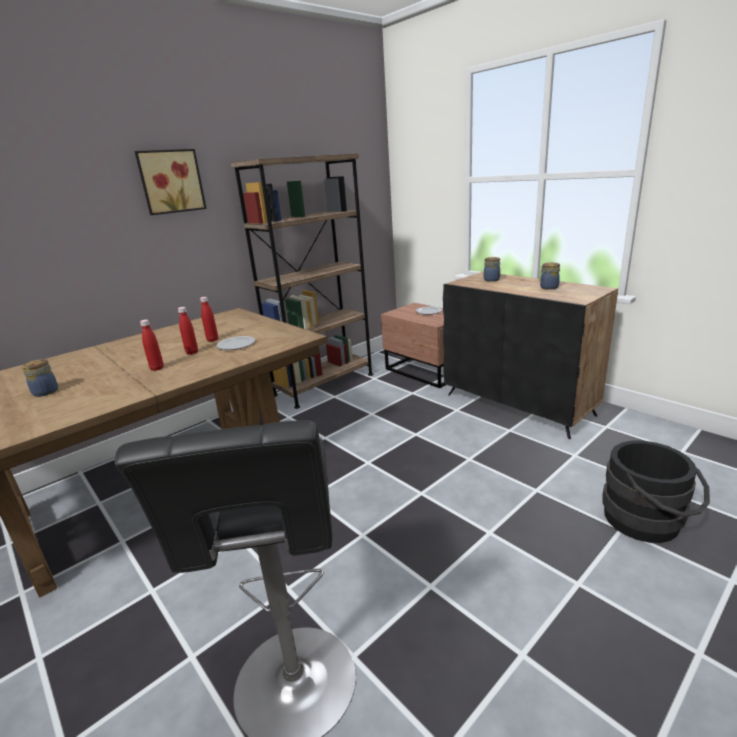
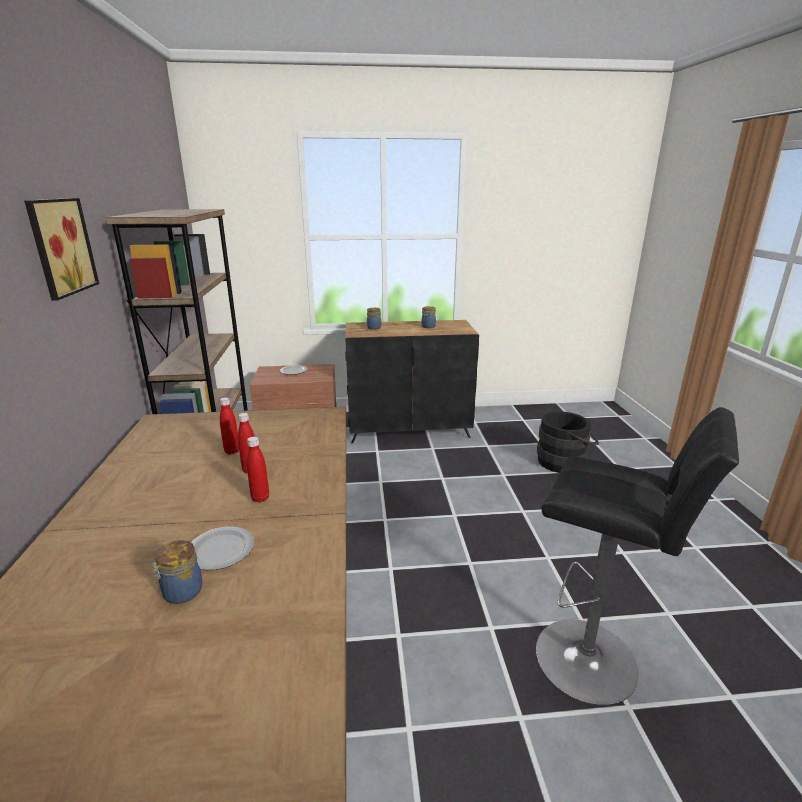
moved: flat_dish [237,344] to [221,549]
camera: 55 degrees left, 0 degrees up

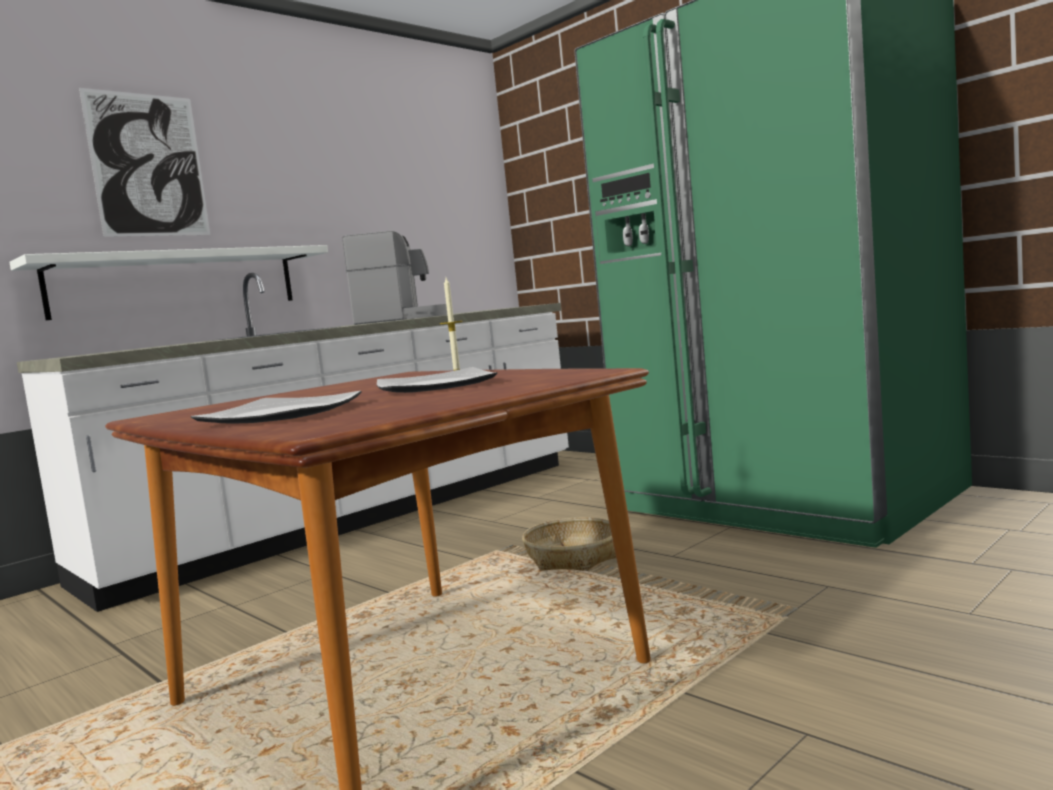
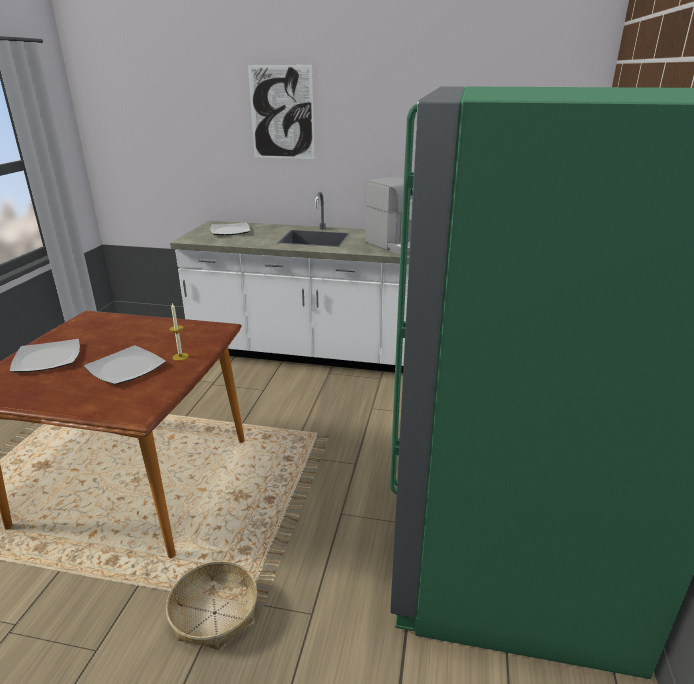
removed: white-coloured_wall_shelf [177,282]
added: flat_dish [229,231]
moved: household_basket [573,557] to [215,612]
camera: 55 degrees right, 20 degrees up

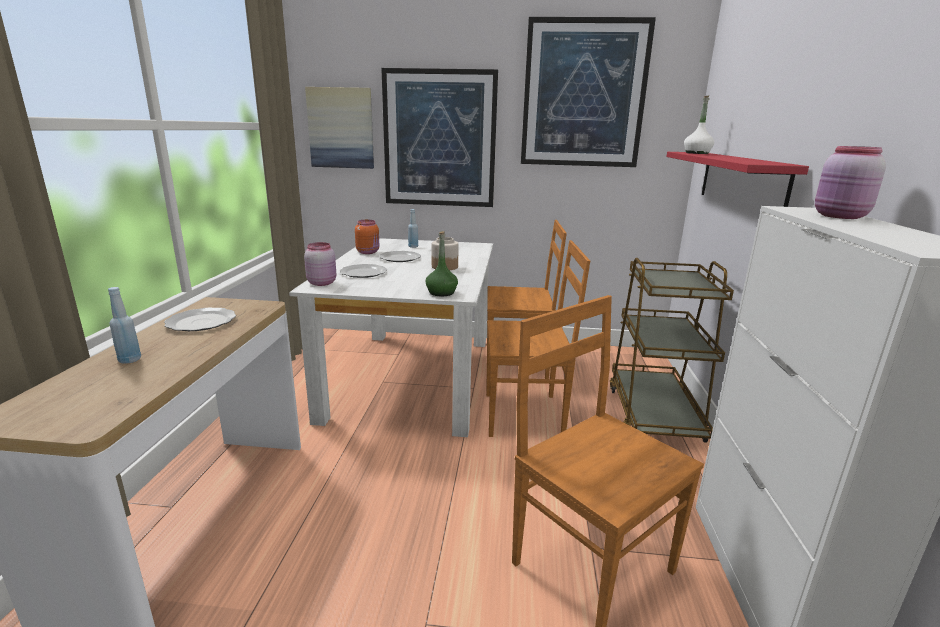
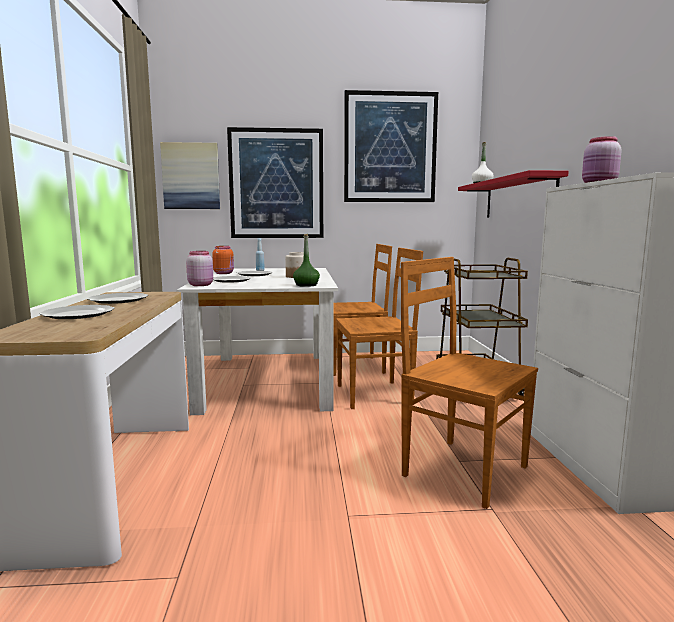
replaced: bluish_beverage_bottle [130,360] to flat_dish [78,314]
camera: 10 degrees left, 10 degrees down

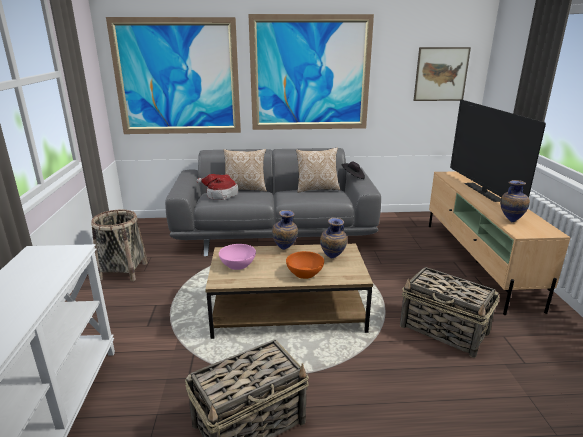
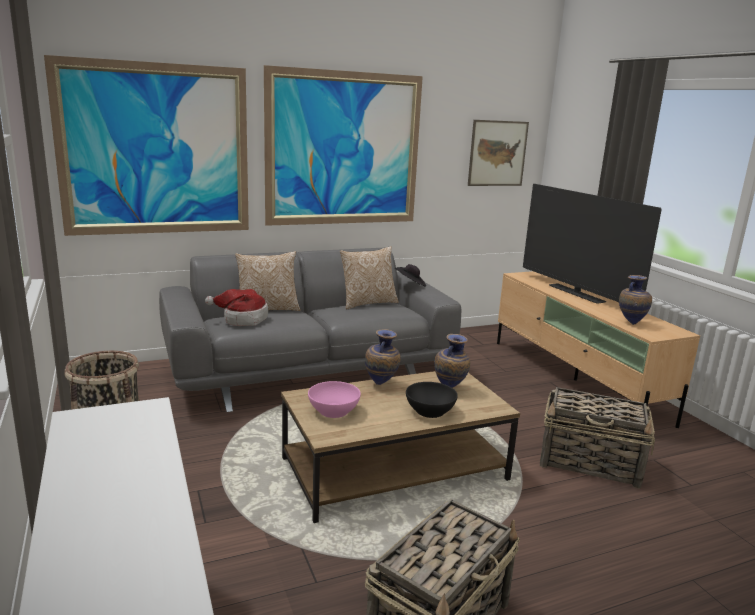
recoloured: orange_serving_bowl [304,273] to black-coloured_serving_bowl [430,411]
camera: 20 degrees left, 5 degrees down

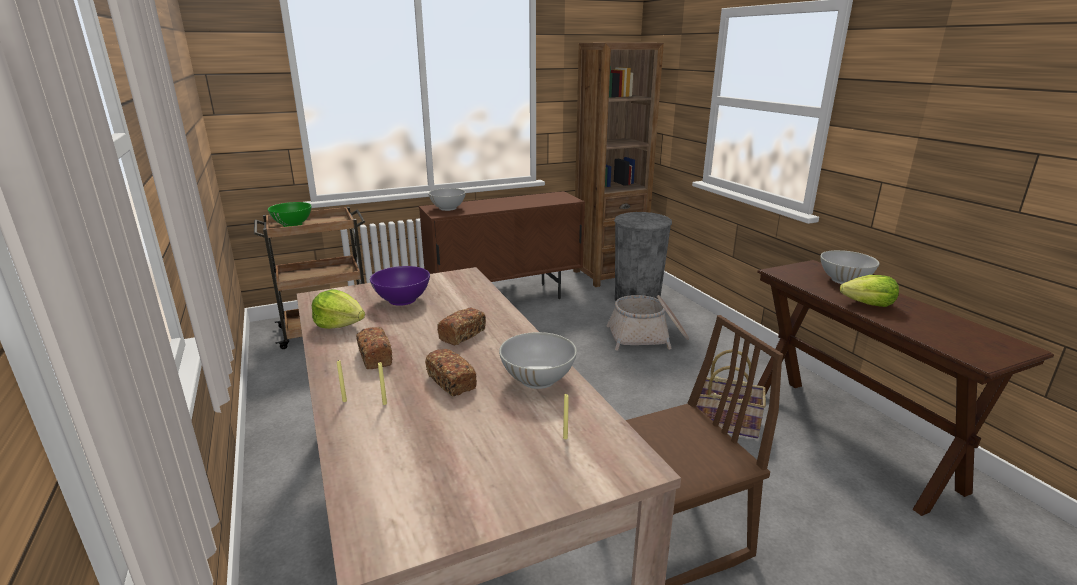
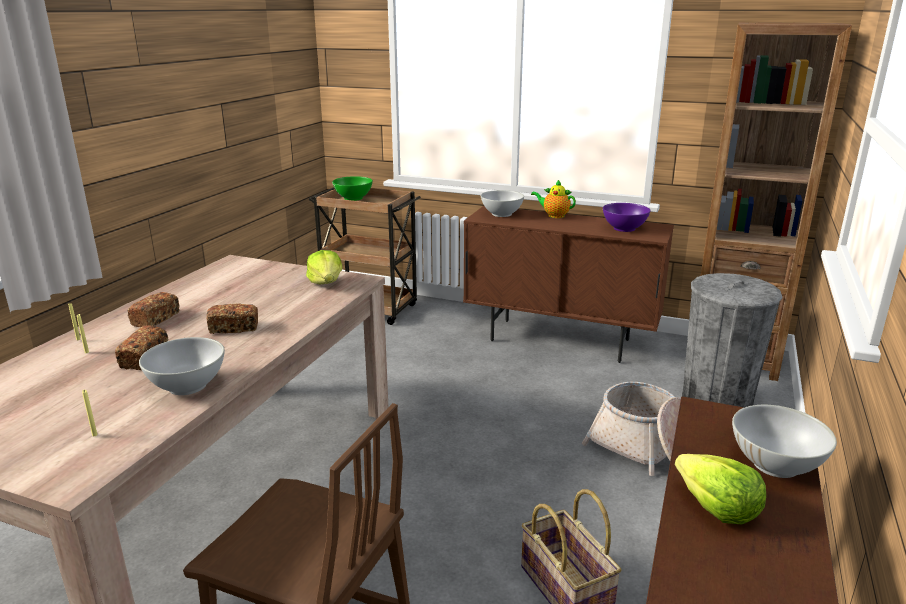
added: teapot [554,215]
moved: head_of_lettuce [340,324] to [326,282]; purplish_serving_bowl [403,300] to [624,228]
camera: 45 degrees right, 0 degrees up

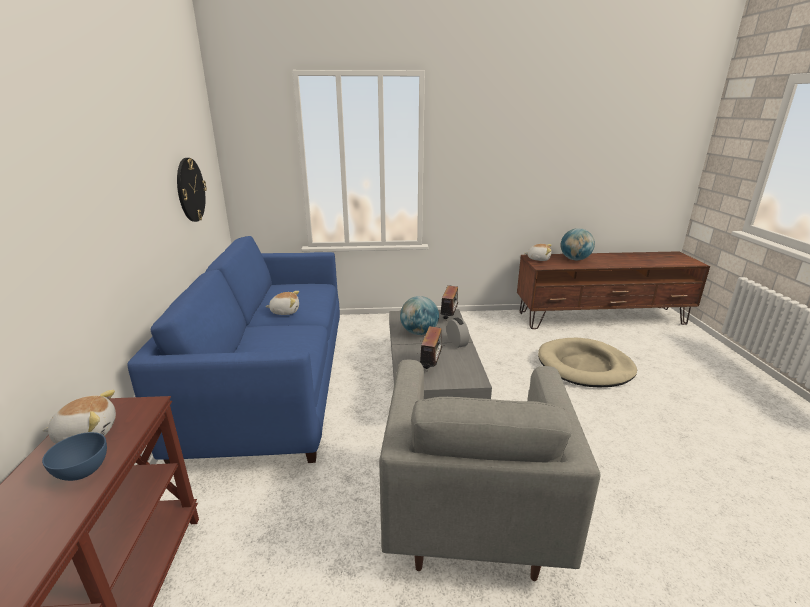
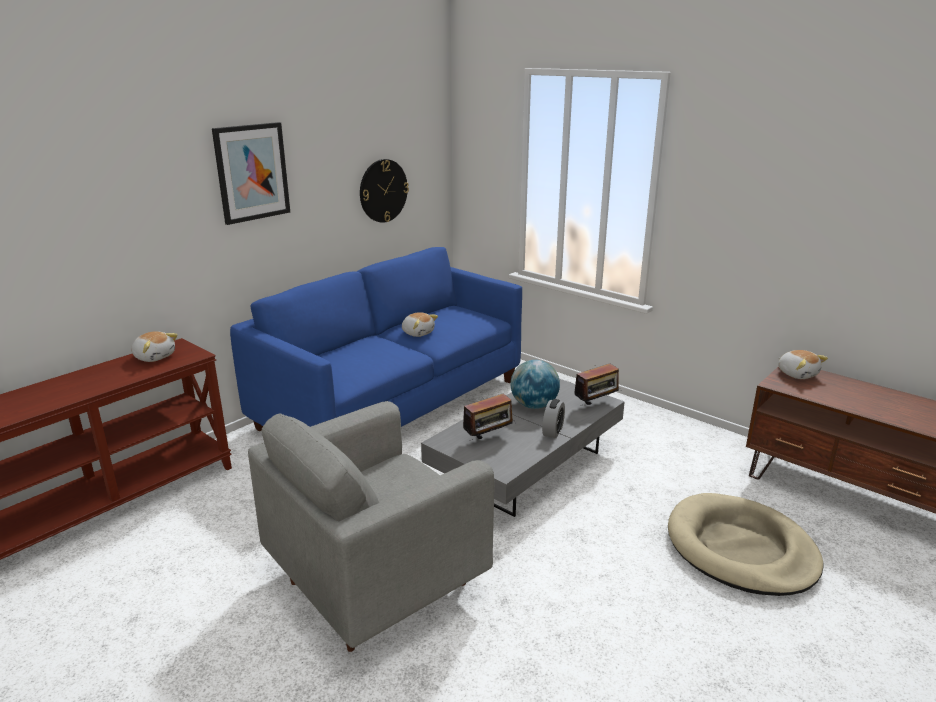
removed: bluish_serving_bowl [83,471]; globe [574,259]
added: wall_picture [252,172]
camera: 45 degrees right, 0 degrees up

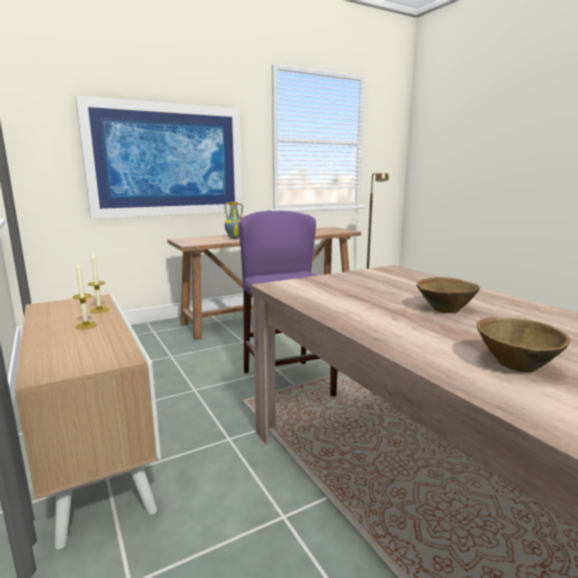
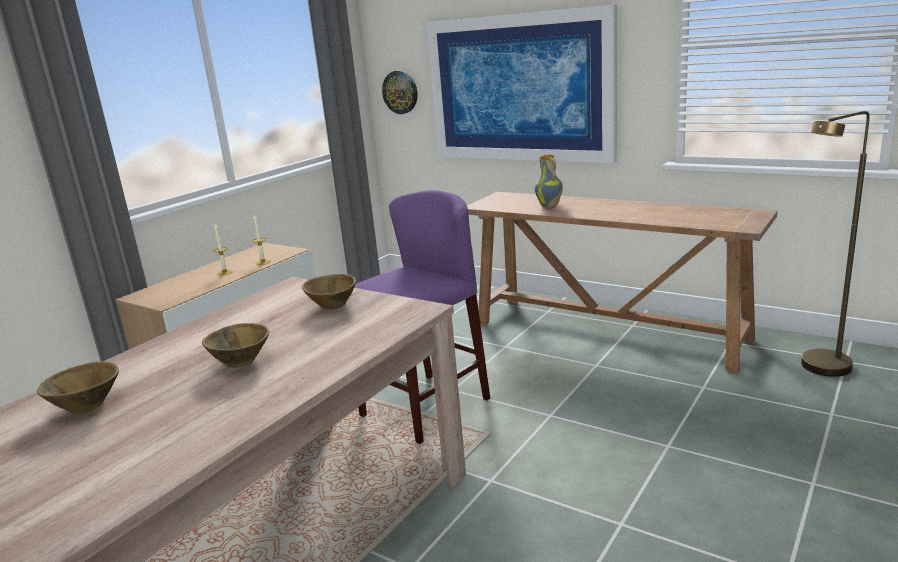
added: brown-coloured_serving_bowl [332,305]; clock_on_the_wall [400,92]
camera: 65 degrees right, 5 degrees up

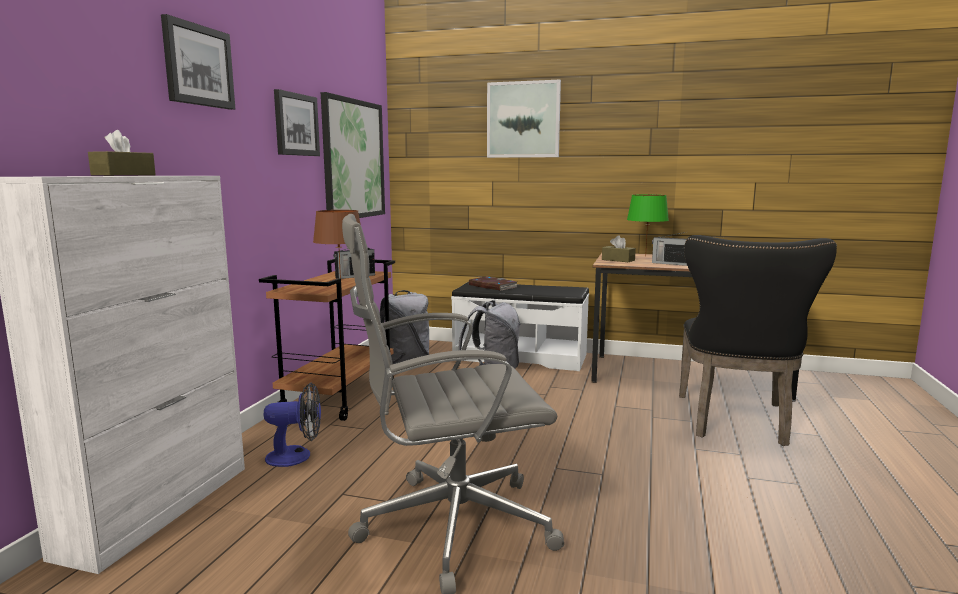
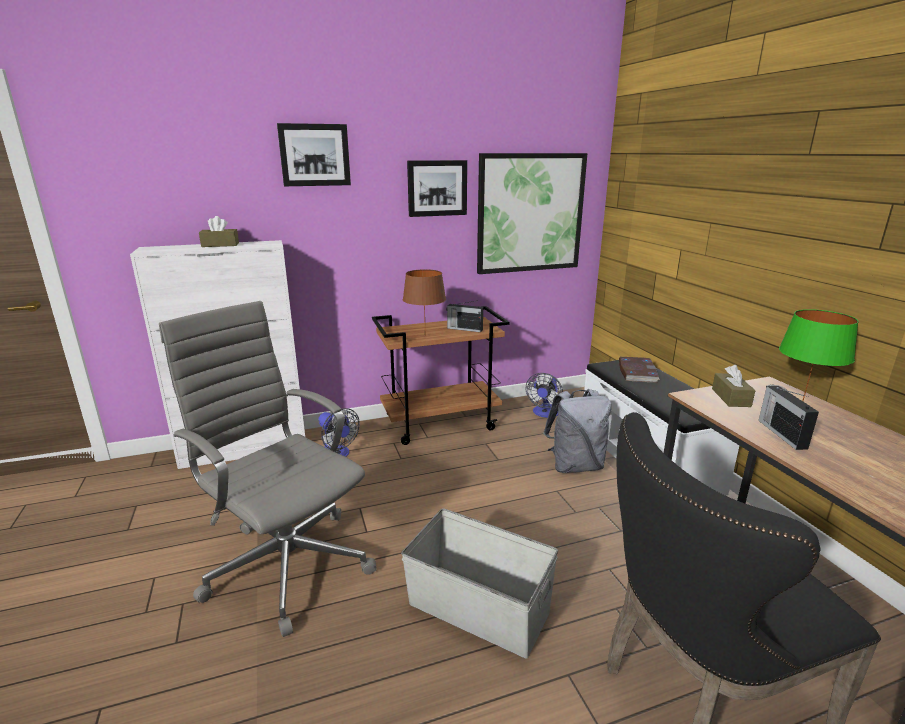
removed: wall_picture [523,120]
added: grey_storage_bin [478,609]
replaced: grey_rucksack [405,360] to cooling_fan [544,413]
camera: 55 degrees right, 10 degrees up

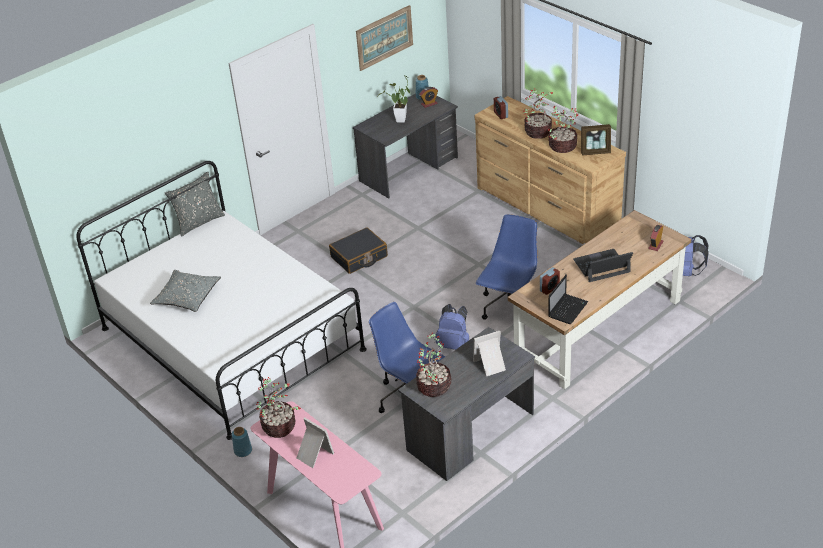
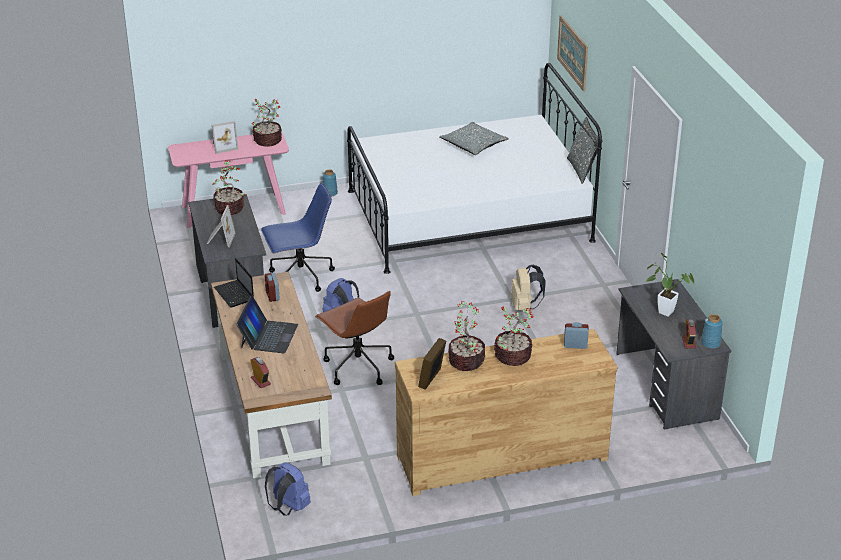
moved: wall_picture [384,37] to [573,52]
replaced: black-coloured_travel_case [359,257] to beige_rucksack [525,306]
recoloured: bluish_computer_chair [510,308] to brown-coloured_computer_chair [357,366]
camera: 115 degrees right, 5 degrees down

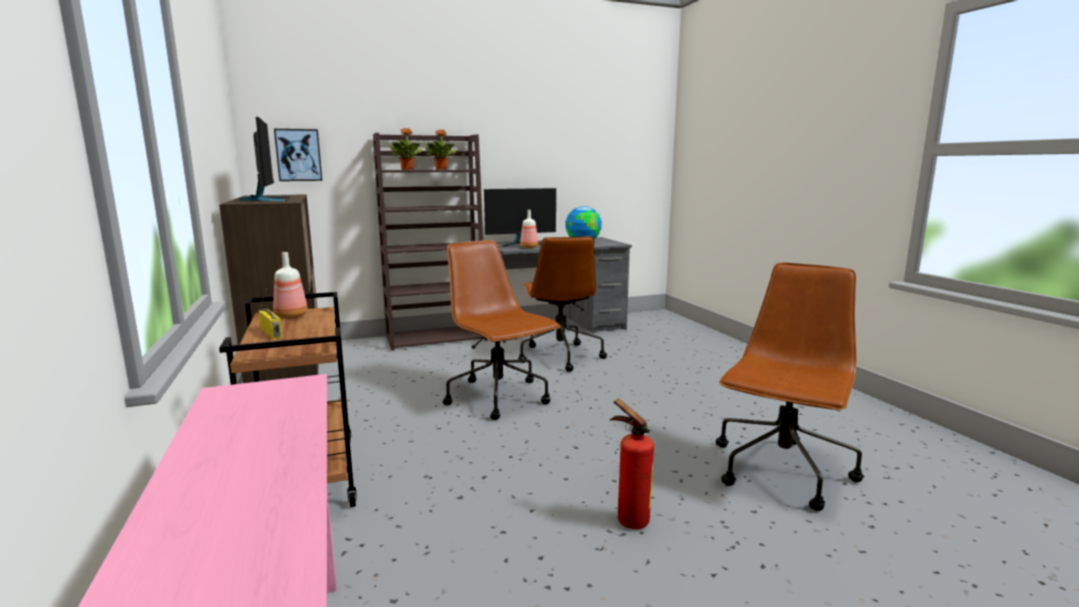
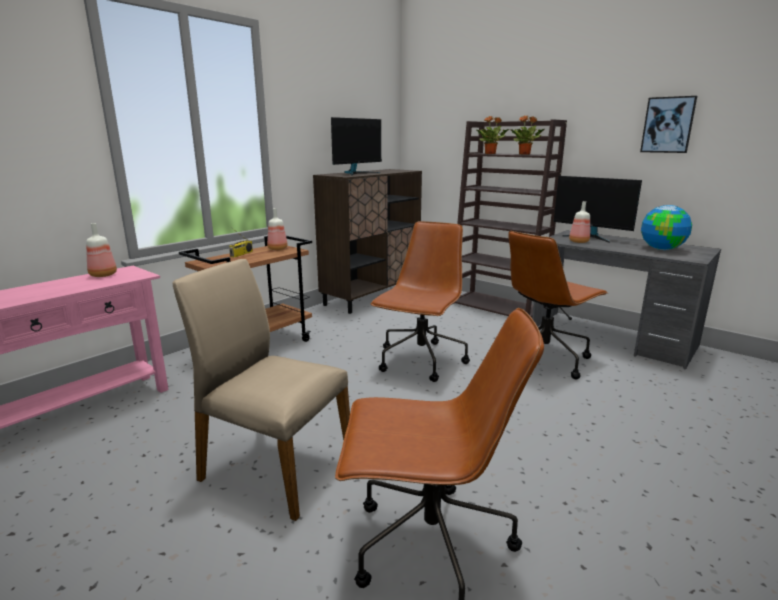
added: beverage_bottle [102,275]
moved: wall_picture [298,155] to [668,125]
replaced: fire-fighting_cylinder [629,520] to beige_chair [275,466]
camera: 60 degrees right, 5 degrees up

